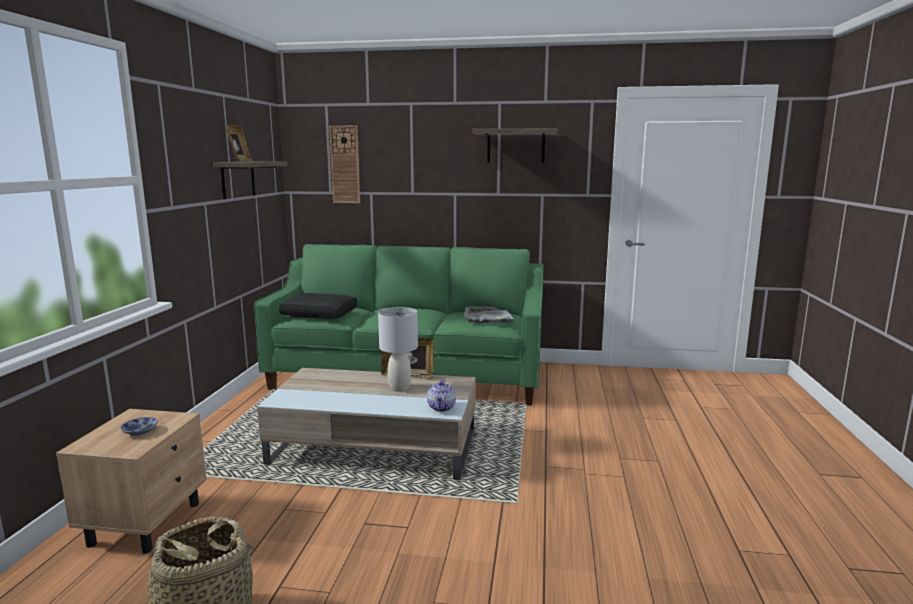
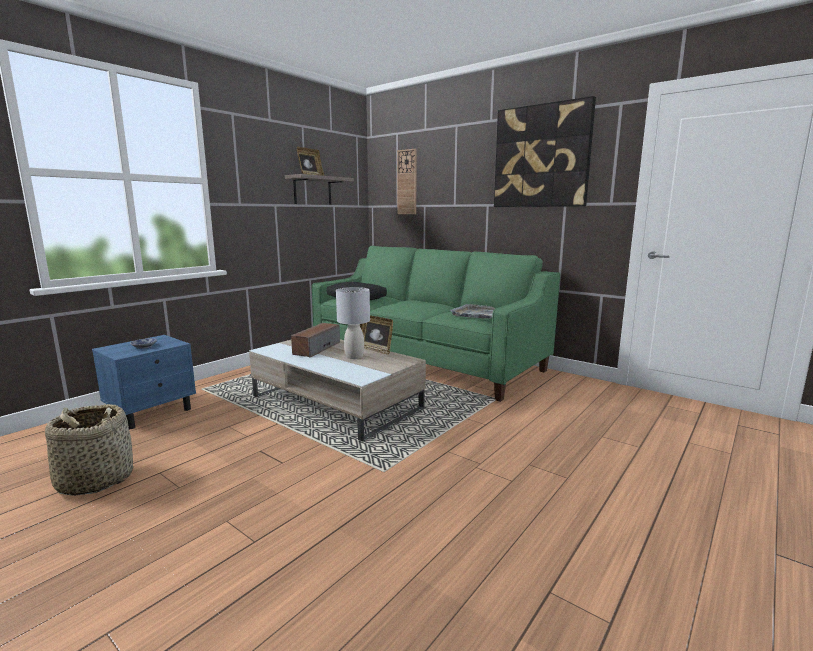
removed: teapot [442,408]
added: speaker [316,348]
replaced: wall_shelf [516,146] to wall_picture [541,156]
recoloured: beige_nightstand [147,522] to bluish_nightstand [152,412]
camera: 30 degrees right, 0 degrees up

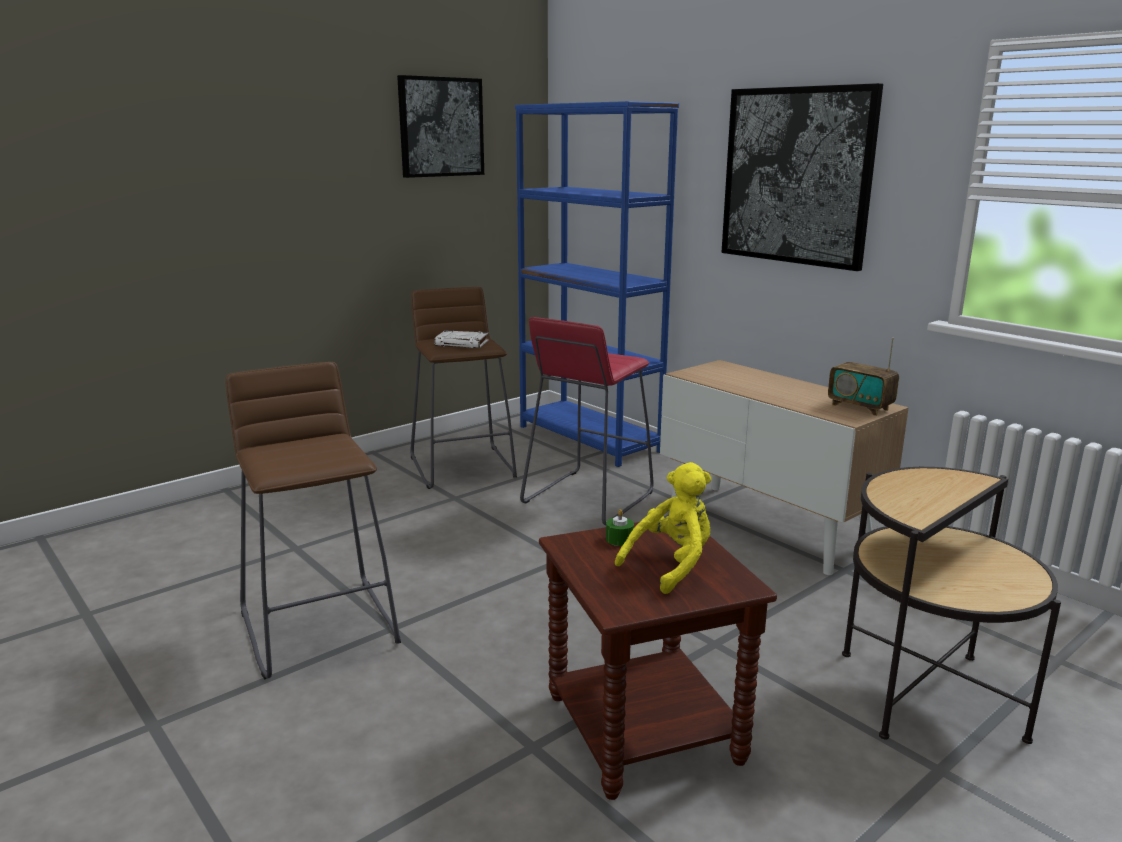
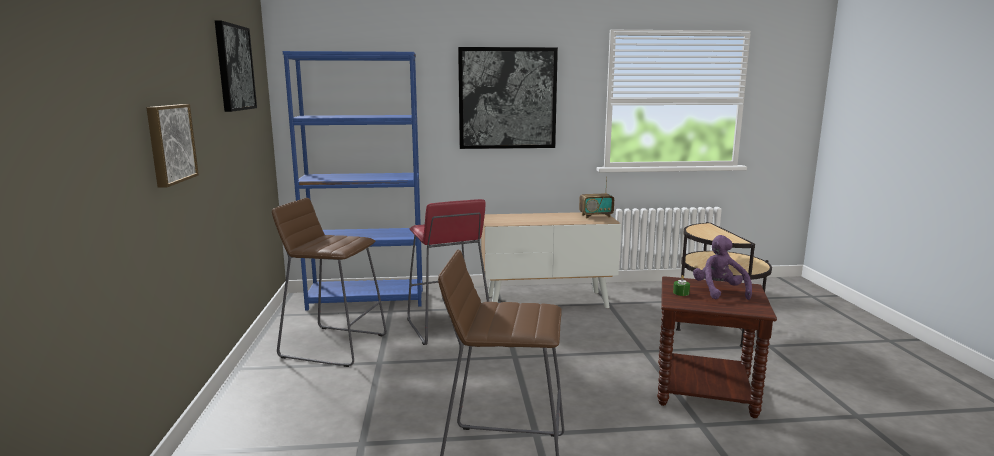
removed: white-coloured_book [462,343]
added: wall_picture [169,144]
recoloured: yellow-coloured_plush_toy [671,565] to purplish_plush_toy [719,291]
camera: 55 degrees left, 5 degrees down

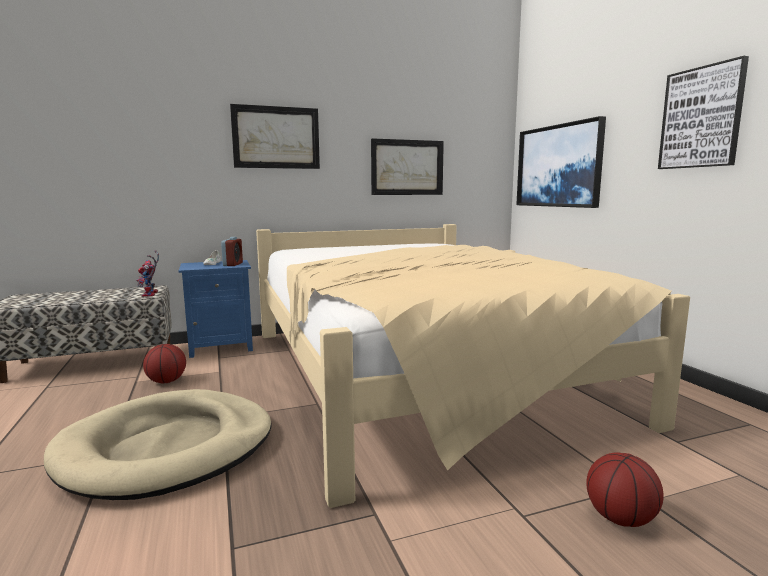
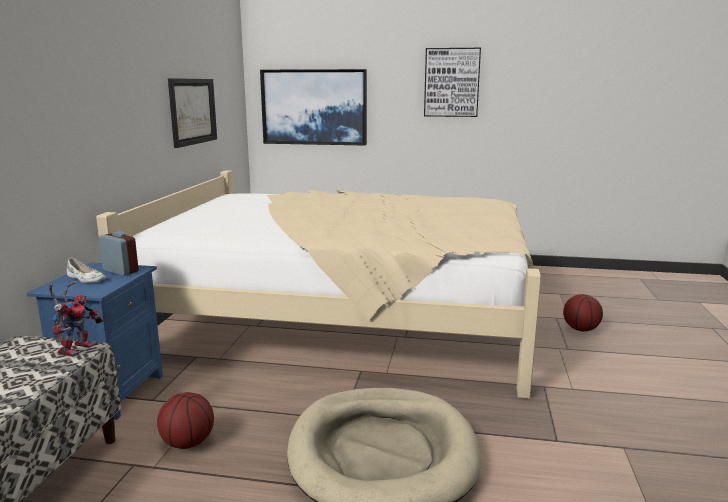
removed: wall_picture [276,137]
turned: robot_figure [151,294] = [76,348] 90 degrees counterclockwise
camera: 60 degrees left, 5 degrees up

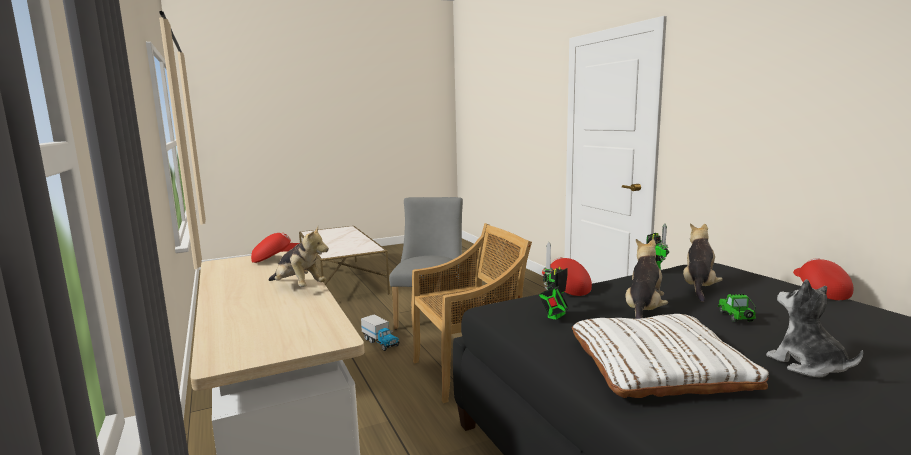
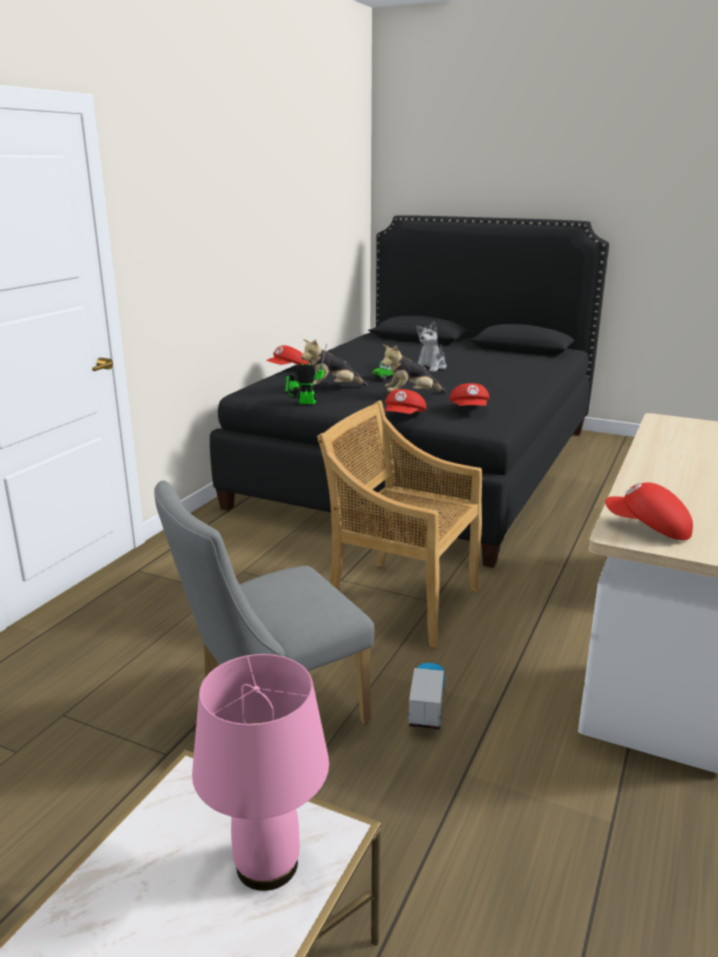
removed: plush_toy [298,287]; white-coloured_pillow [658,365]
added: pink-coloured_lamp_for_a_table [266,863]
replaced: robot_figure [554,316] to red-coloured_baseball_cap [470,410]
camera: 130 degrees left, 10 degrees up

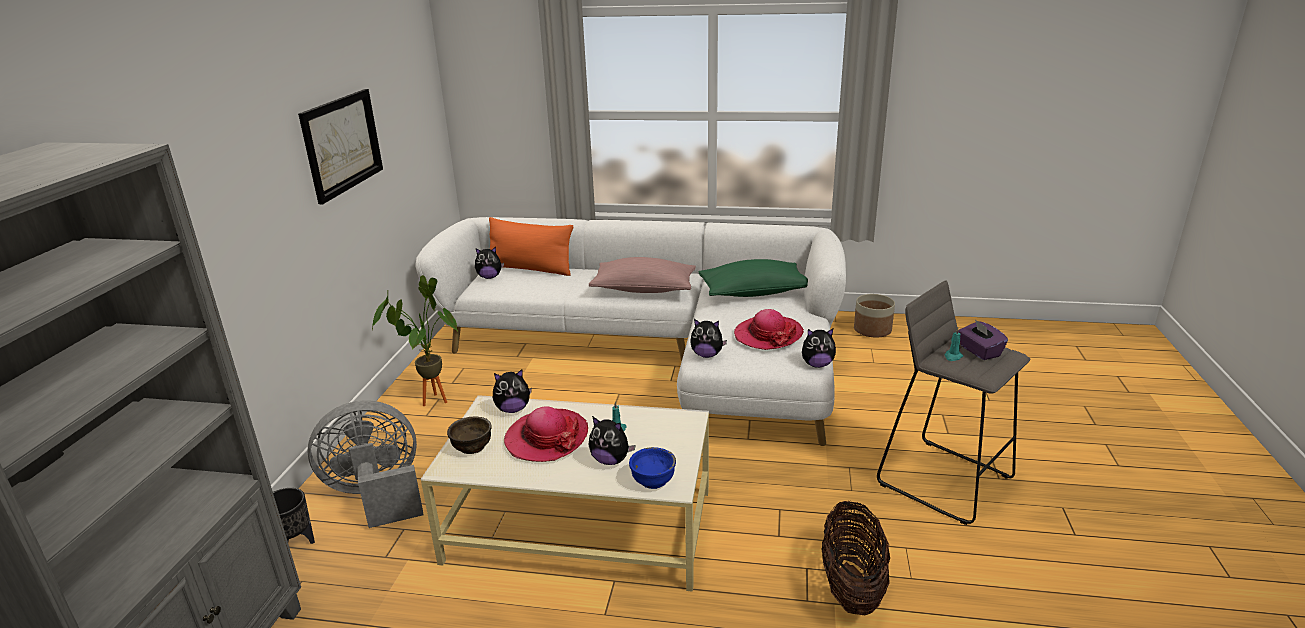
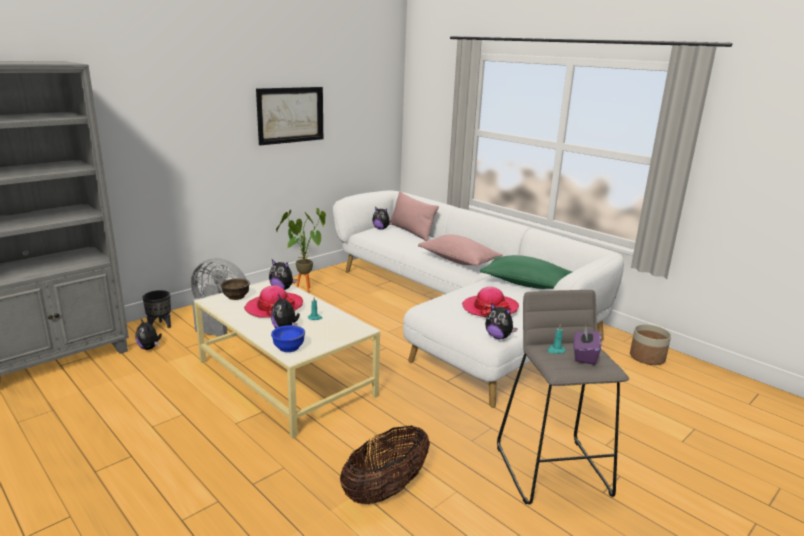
moved: plush_toy [707,355] to [149,348]
recoloured: orange_pillow [530,269] to pink-coloured_pillow [411,231]
camera: 35 degrees right, 5 degrees down

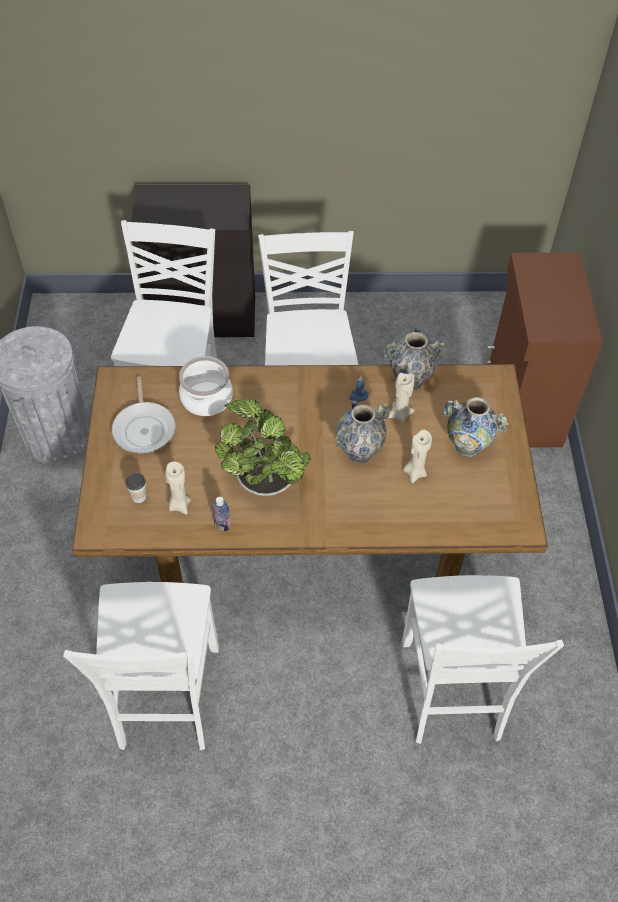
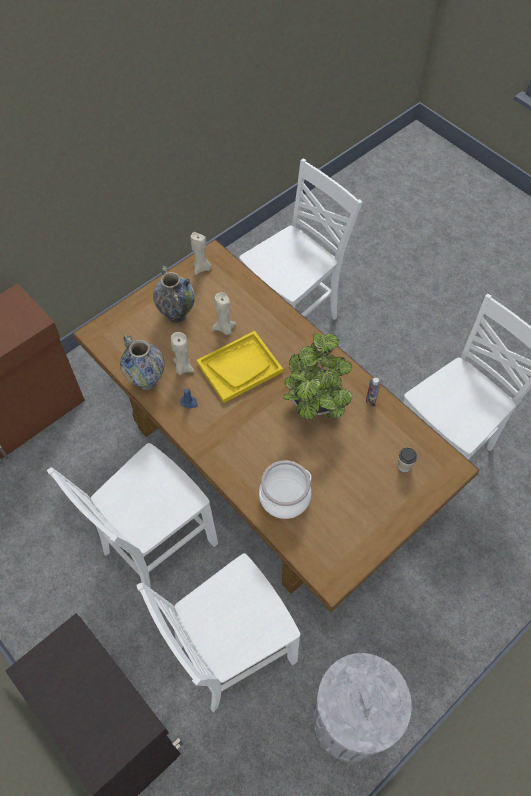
removed: pan [144,428]
moved: beige_candle [179,504] to [202,268]
replaced: decorative_vase [359,454] to yellow-coloured_tray [239,367]
camera: 130 degrees left, 5 degrees up

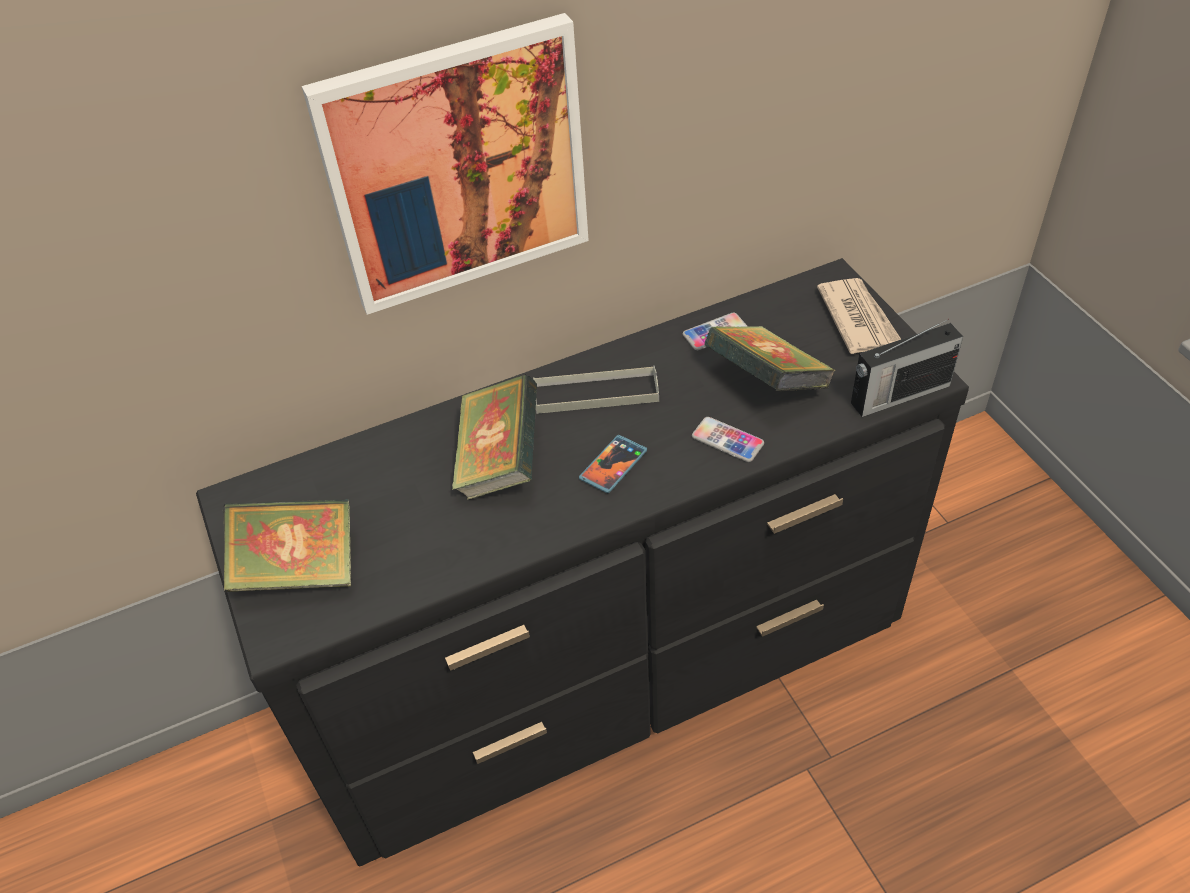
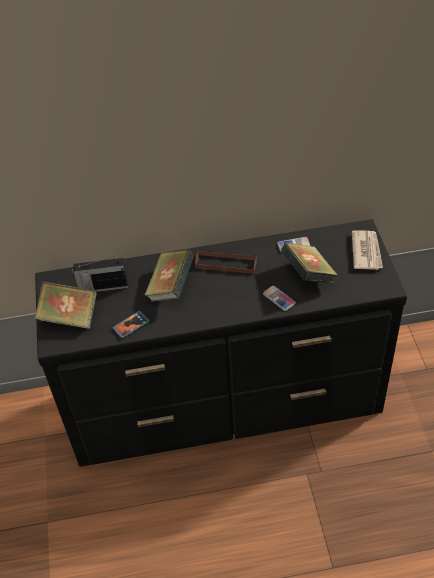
removed: wall_picture [457,166]
moved: handset [613,465] to [131,325]; radio_receiver [898,394] to [102,287]
recoloured: grey_tray [596,393] to brown-coloured_tray [226,264]
camera: 15 degrees right, 0 degrees up

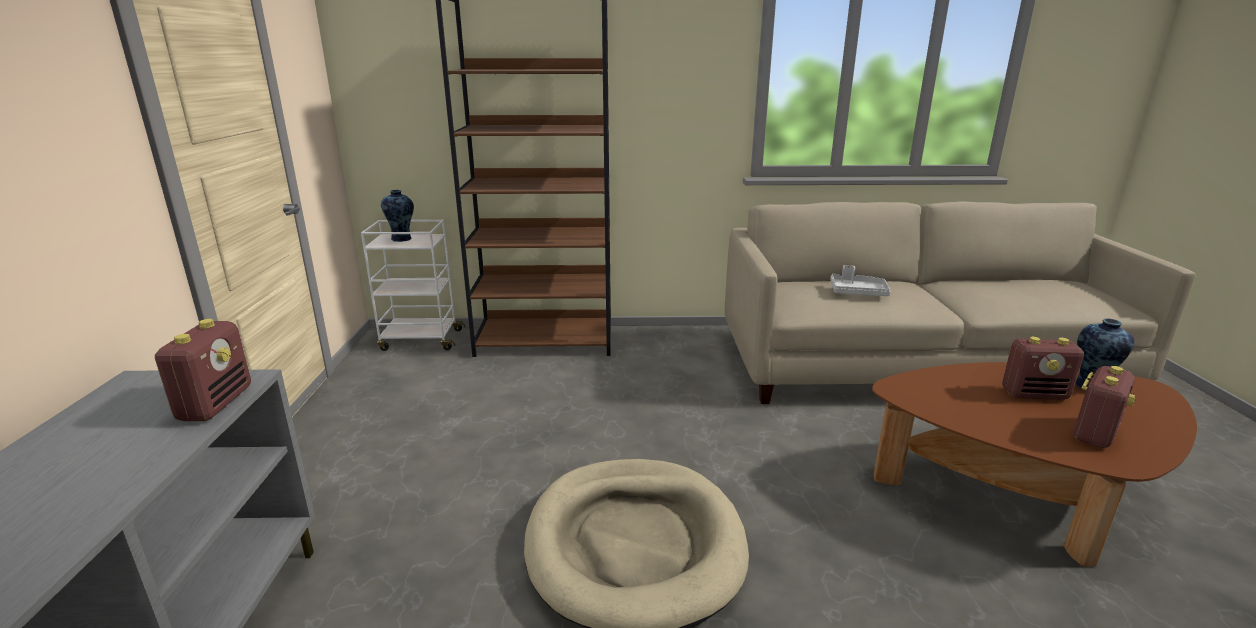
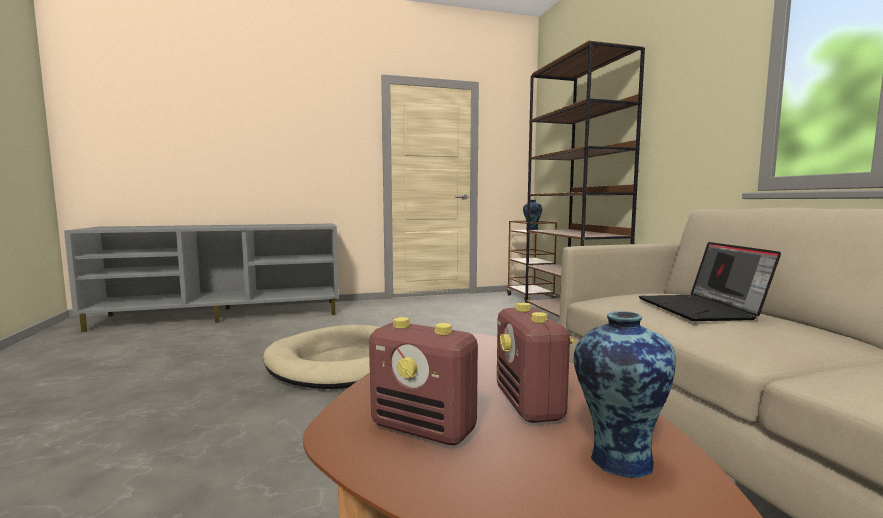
removed: radio_receiver [216,404]
replaced: grey_tray [857,292] to portable_computer [702,309]
recoloured: white-coloured_wheeled_cart [420,340] to brown-coloured_wheeled_cart [530,298]
camera: 75 degrees right, 15 degrees down

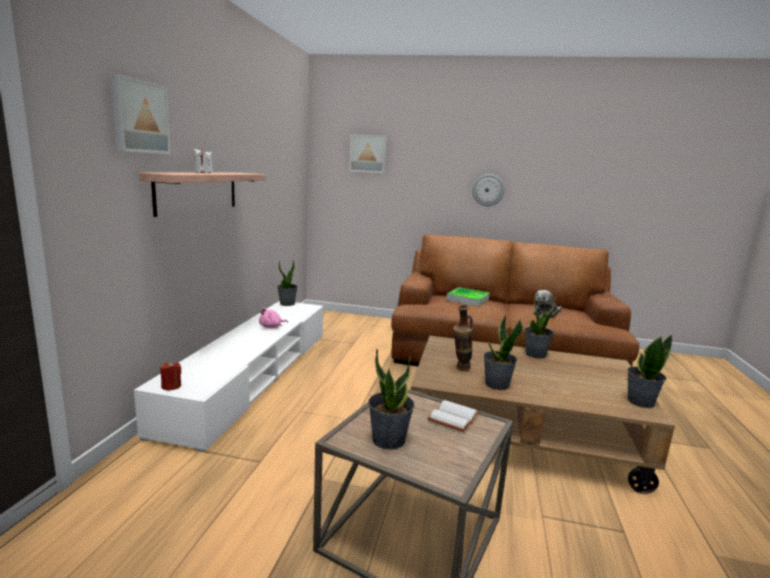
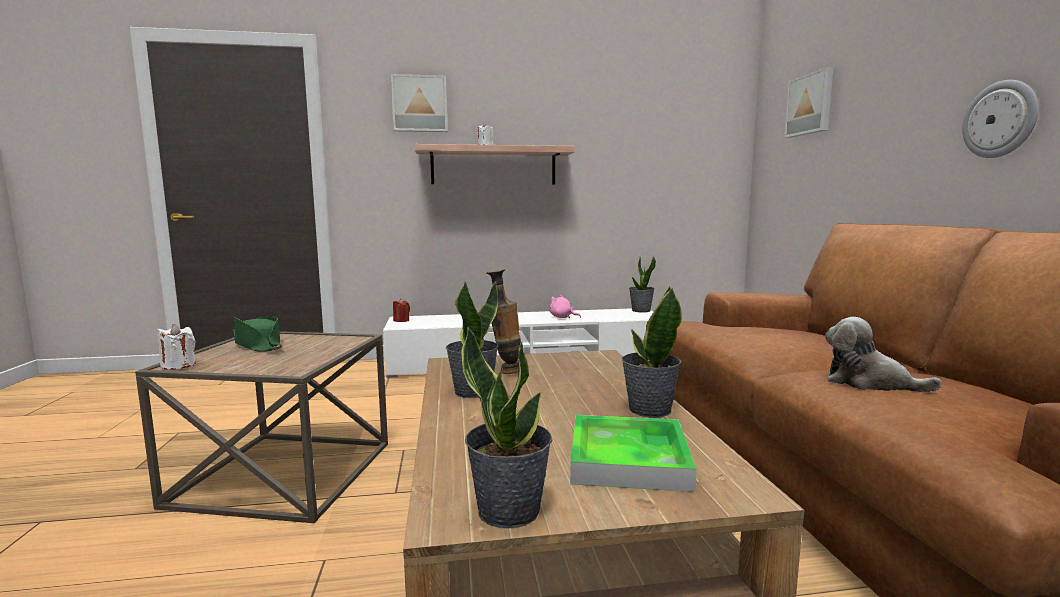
removed: white-coloured_book [454,418]
added: white-coloured_candle [178,365]
moved: tray [467,299] to [628,459]
replaced: houseplant [388,439] to green-coloured_wearable_hat [258,345]
camera: 70 degrees right, 5 degrees down

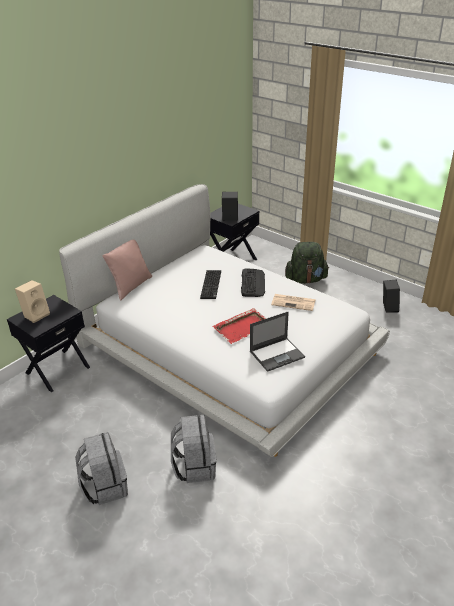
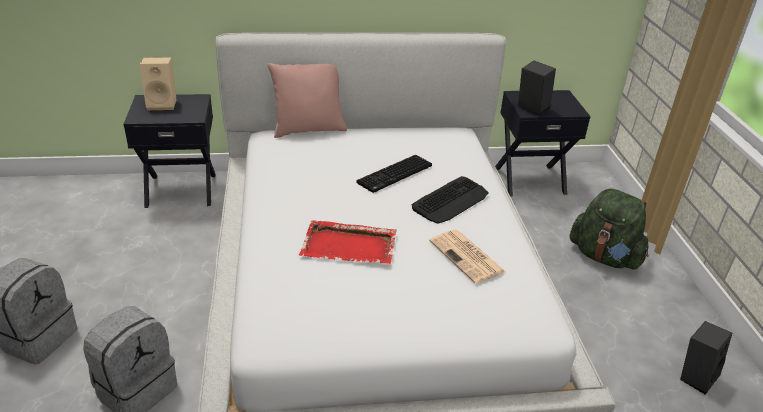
removed: portable_computer [277,354]
camera: 40 degrees right, 0 degrees up

